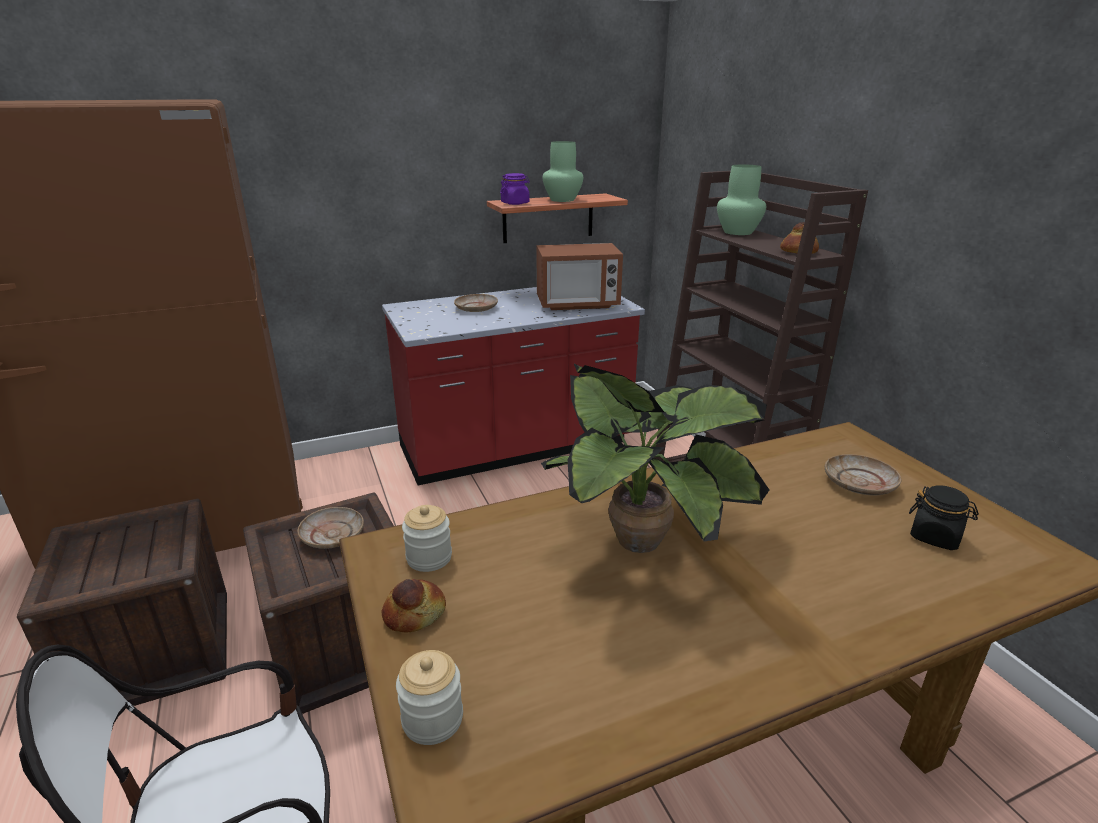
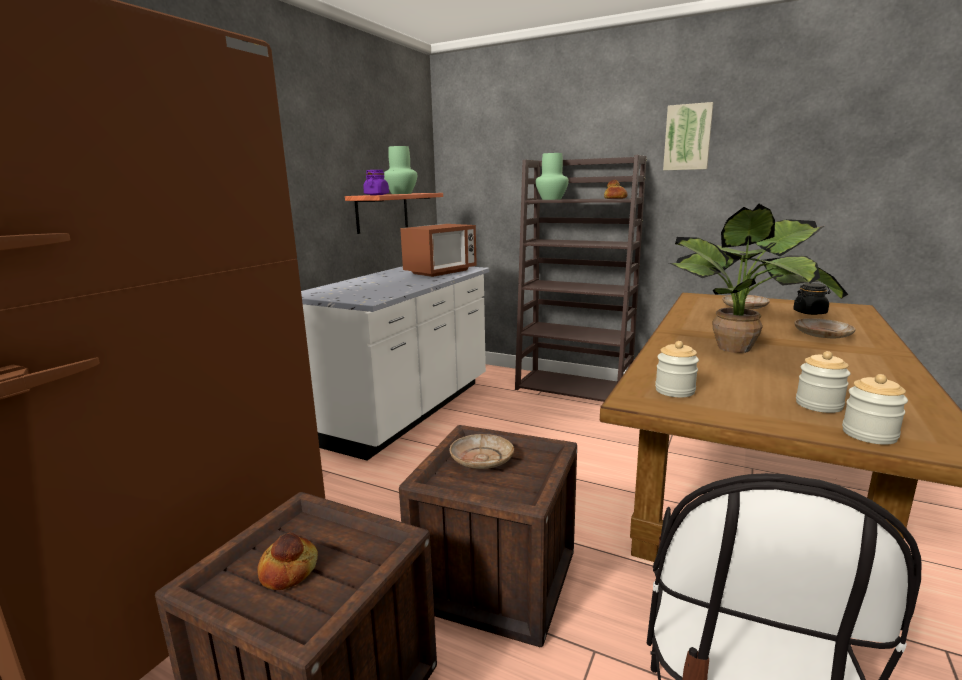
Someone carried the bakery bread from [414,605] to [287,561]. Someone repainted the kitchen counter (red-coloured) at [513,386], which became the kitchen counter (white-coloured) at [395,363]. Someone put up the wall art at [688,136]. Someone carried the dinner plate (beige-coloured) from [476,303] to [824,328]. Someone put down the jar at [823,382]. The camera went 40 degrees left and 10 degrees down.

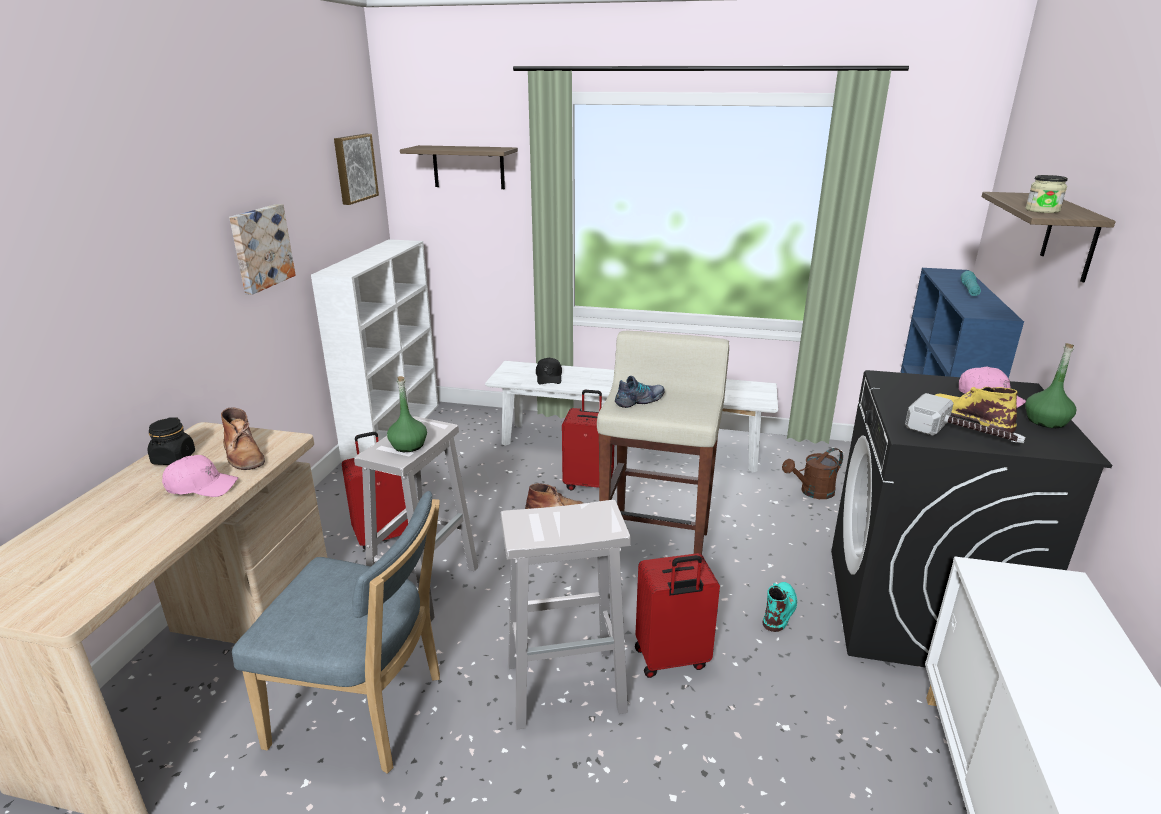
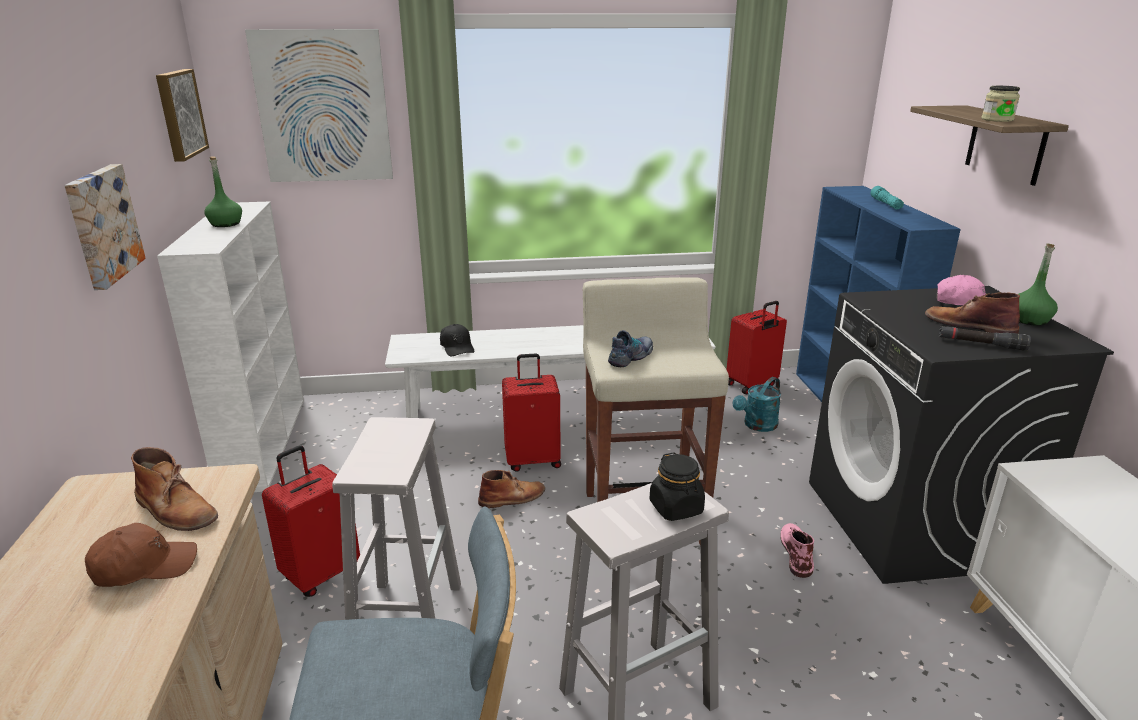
Someone repainted the baseball cap (pinkish) at [200,476], which became the baseball cap (brown) at [141,555]. Someone carried the beverage bottle (green-coloured) from [407,414] to [223,191]. Someone swapped the shelf at [459,167] for the wall art at [319,105]. Someone carried the jar (blackish) from [171,441] to [677,486]. Someone carried the suitcase (red-coloured) from [677,615] to [757,347]. Someone repainted the watering can (brown) at [812,473], which became the watering can (turquoise) at [757,404]. Someone repainted the tall boot (turquoise) at [780,607], which became the tall boot (pinkish) at [797,550]. Someone repainted the tall boot (yellow) at [976,410], which became the tall boot (brown) at [972,313]. Someone swapped the hammer at [965,418] for the torch (blackish) at [985,338]. The camera went 20 degrees left and 0 degrees up.

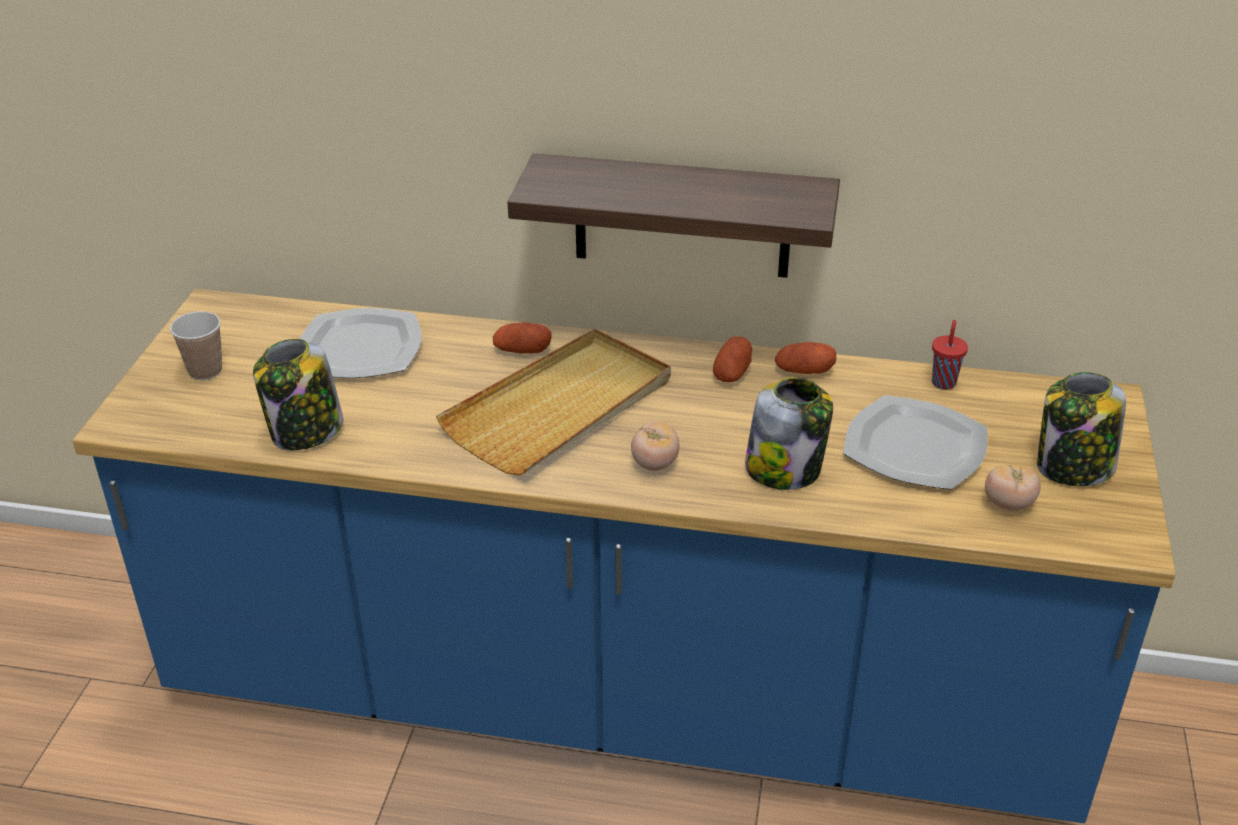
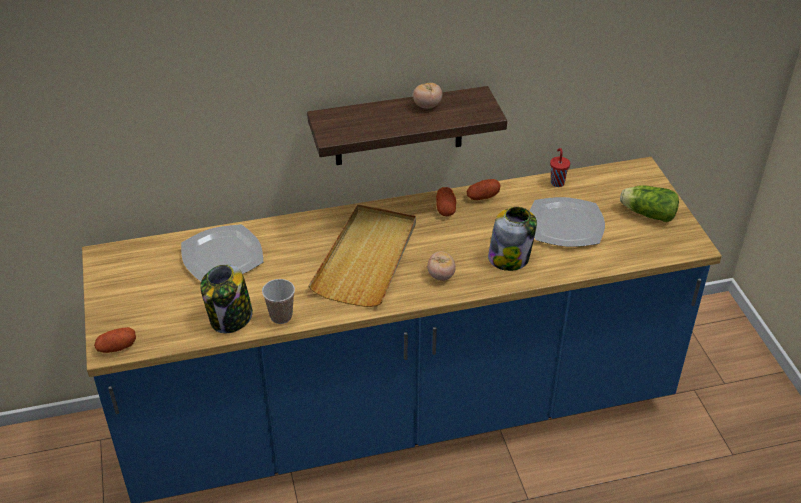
Someone carried the spud from [522,337] to [115,340]. Someone carried the cup from [196,345] to [278,301]. Someone carried the whole tomato from [1013,488] to [427,96]. Someone swapped the jar at [1081,429] for the lettuce head at [649,203]. The camera went 25 degrees left and 5 degrees up.

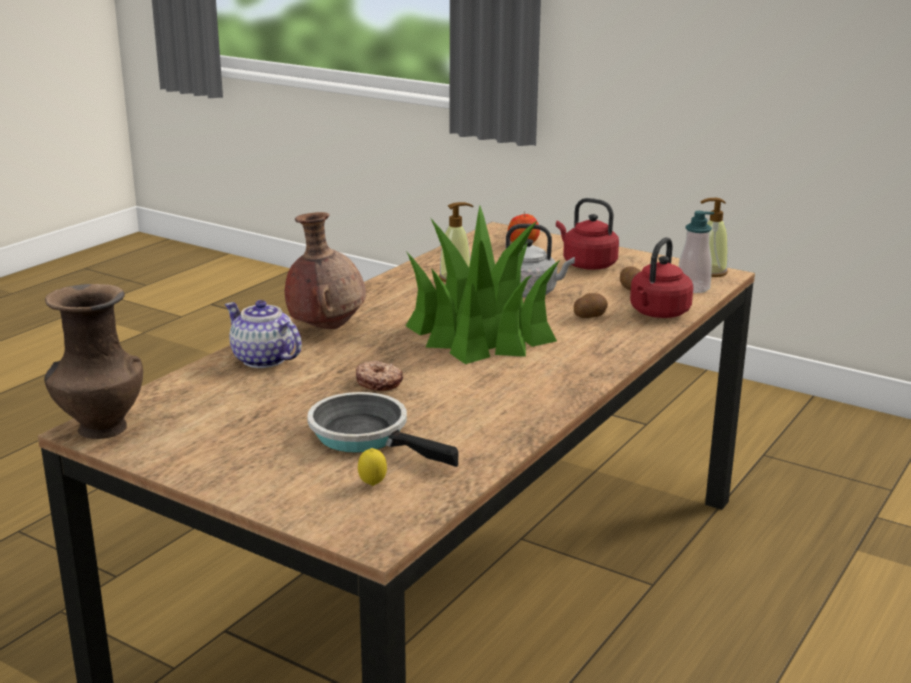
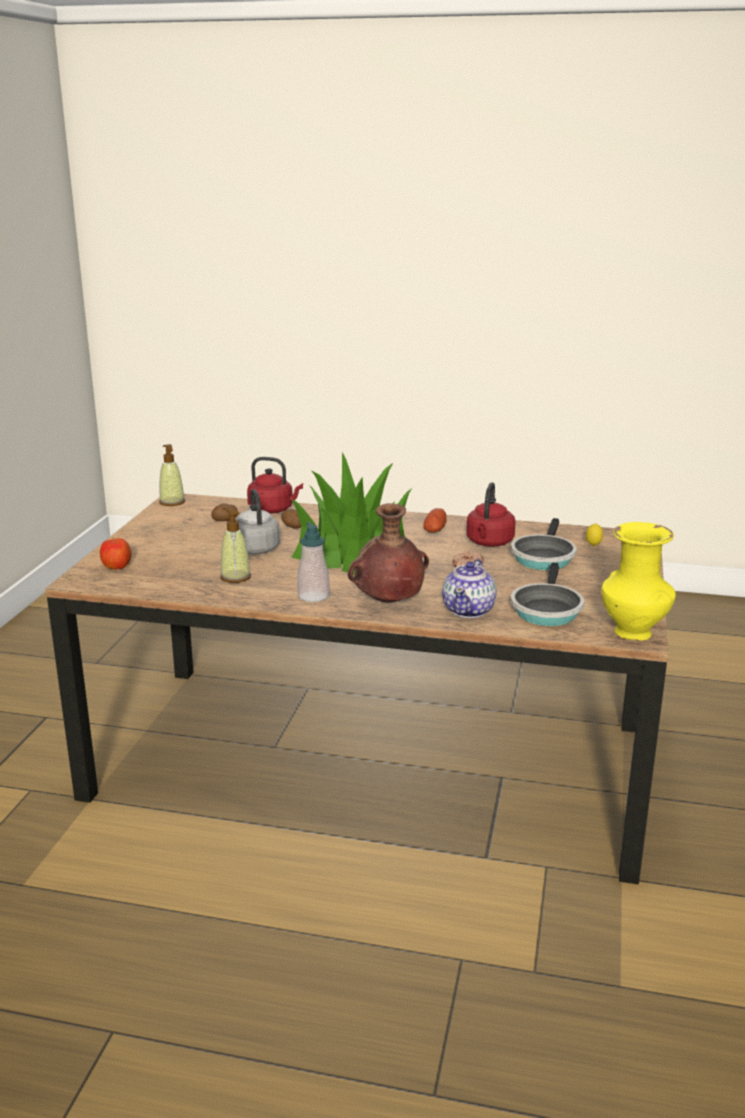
Someone carried the soap bottle from [696,252] to [313,562]. Someone put down the spud at [435,520]. Someone carried the tea kettle (red-coloured) from [587,234] to [490,514]. Someone put down the skillet at [547,594]. Someone repainted the decorative vase (brown) at [93,361], which became the decorative vase (yellow) at [639,581]. The camera went 110 degrees left and 0 degrees up.

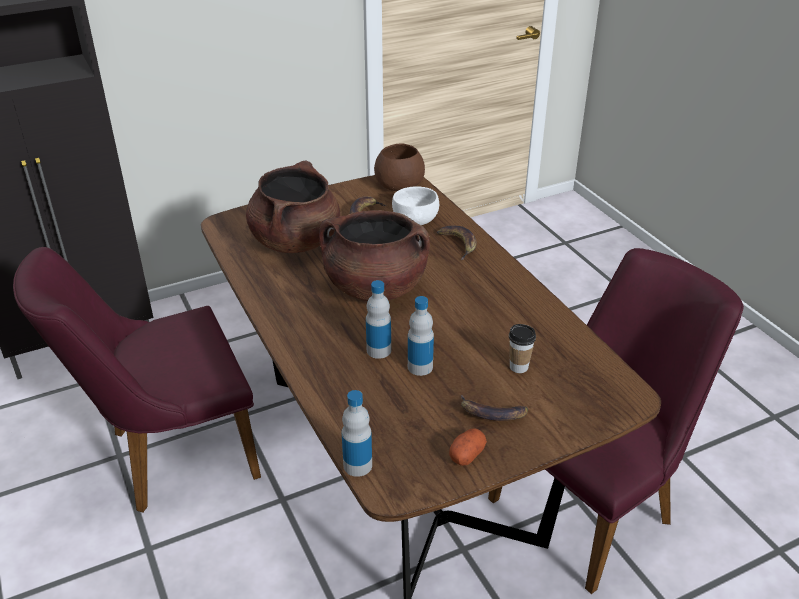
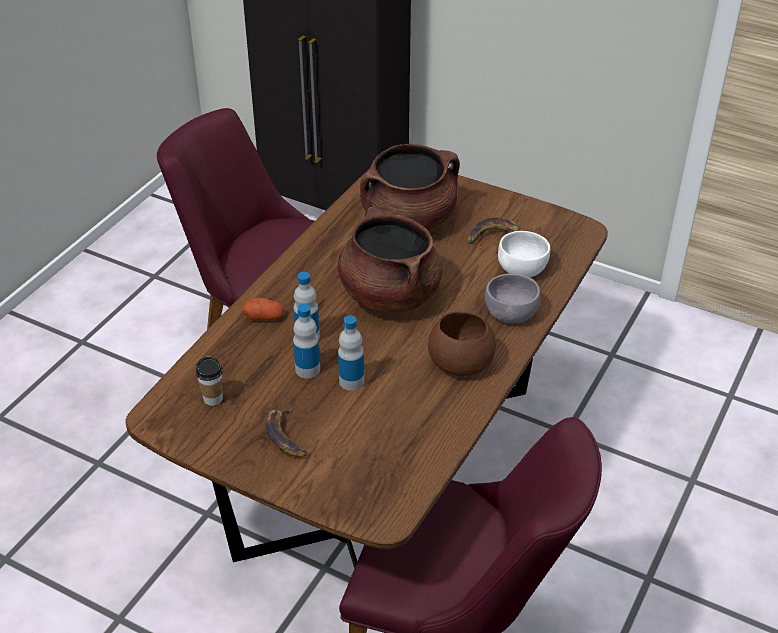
Someone carried the cup from [522,348] to [209,381]. Someone carried the spud from [468,447] to [263,309]. Someone carried the beverage bottle from [357,433] to [351,353]. Someone carried the bowl (brown) from [399,167] to [462,343]. Someone swapped the banana fruit at [457,242] for the bowl (gray) at [513,298]. The camera went 55 degrees right and 5 degrees up.

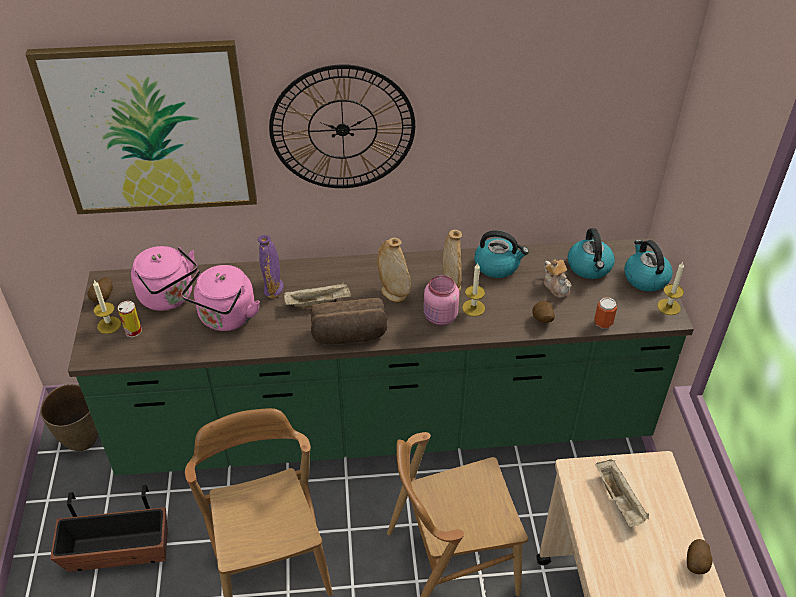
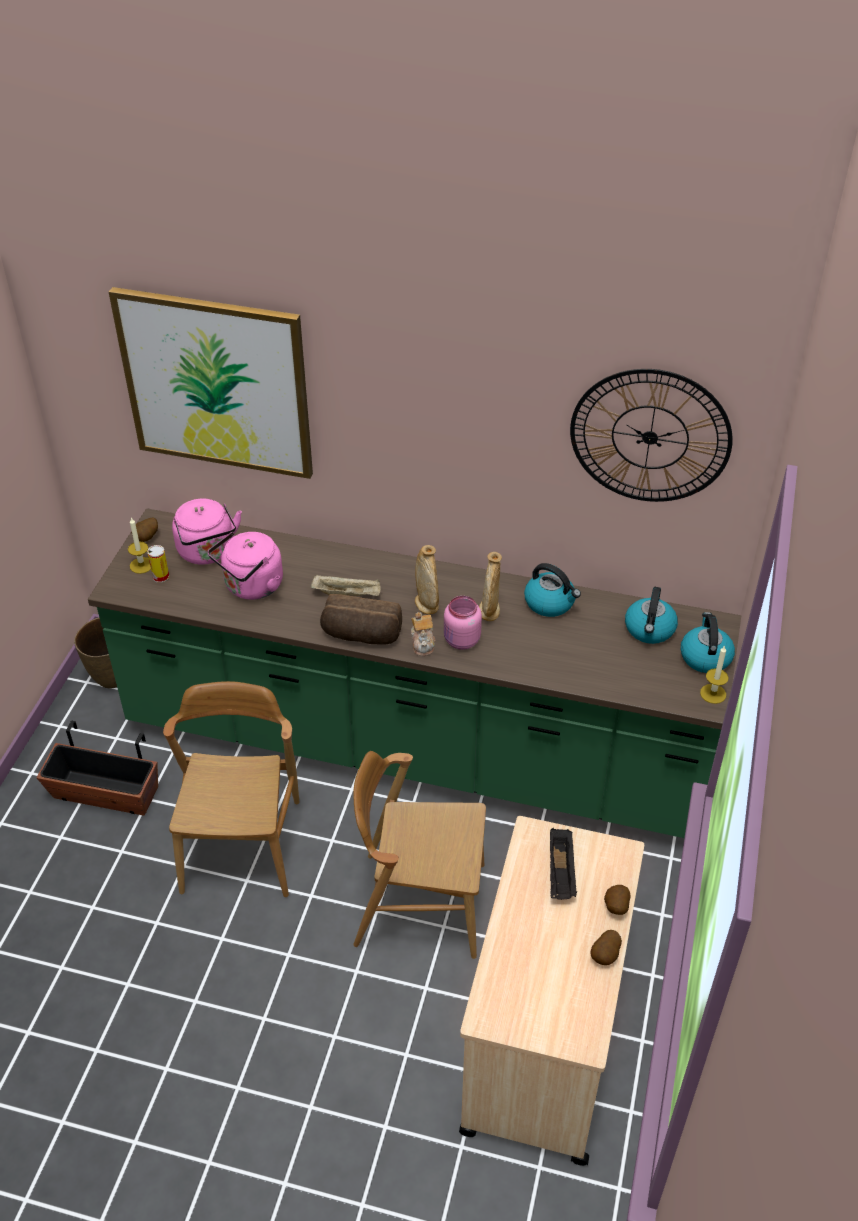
Someone carried the pot for tea from [558,278] to [423,634]. Someone repainted the serving tray (beige-coloured) at [622,493], which became the serving tray (blackish) at [563,864]. Someone carried the hanging clock from [342,126] to [651,435]. Someone carried the spud from [543,312] to [617,900]. Someone took away the decorative vase (purplish) at [271,266]. Someone took away the wax light at [473,289]. Someone took away the metal can at [605,313]. The camera went 20 degrees right and 0 degrees up.

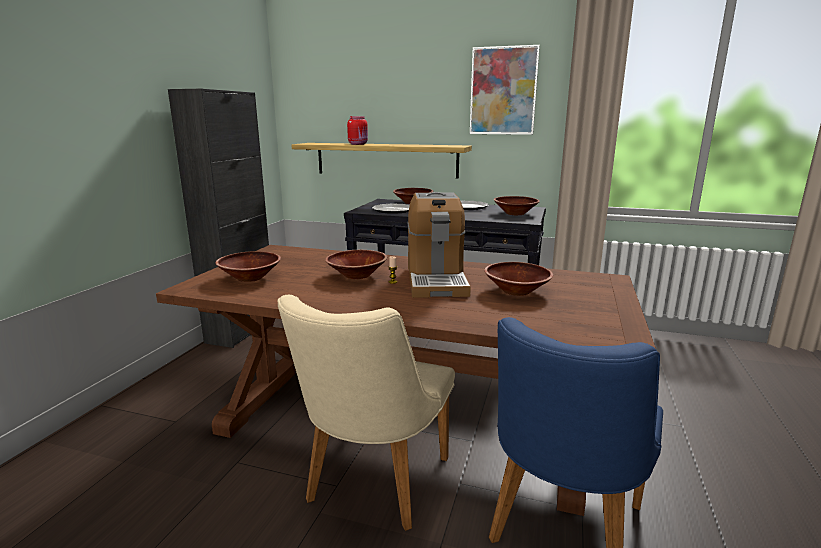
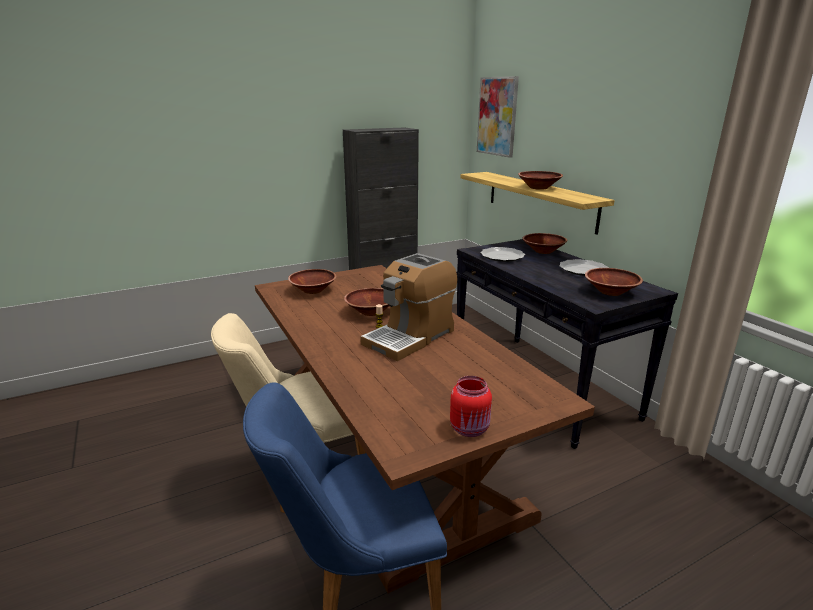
Someone carried the jar (red-coloured) from [357,130] to [471,406]. Someone carried the wall art from [505,90] to [498,117]. Someone carried the bowl (brown) from [518,279] to [540,180]. The camera went 45 degrees right and 5 degrees up.

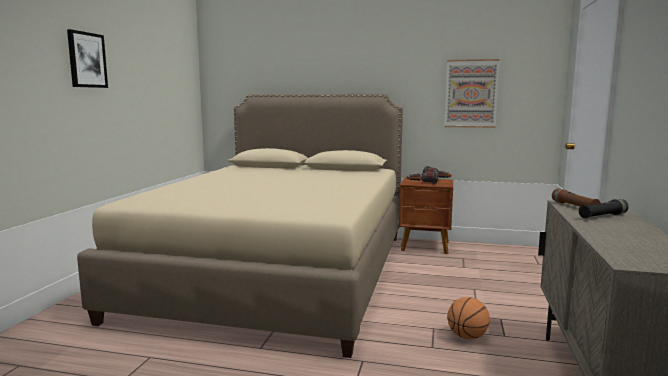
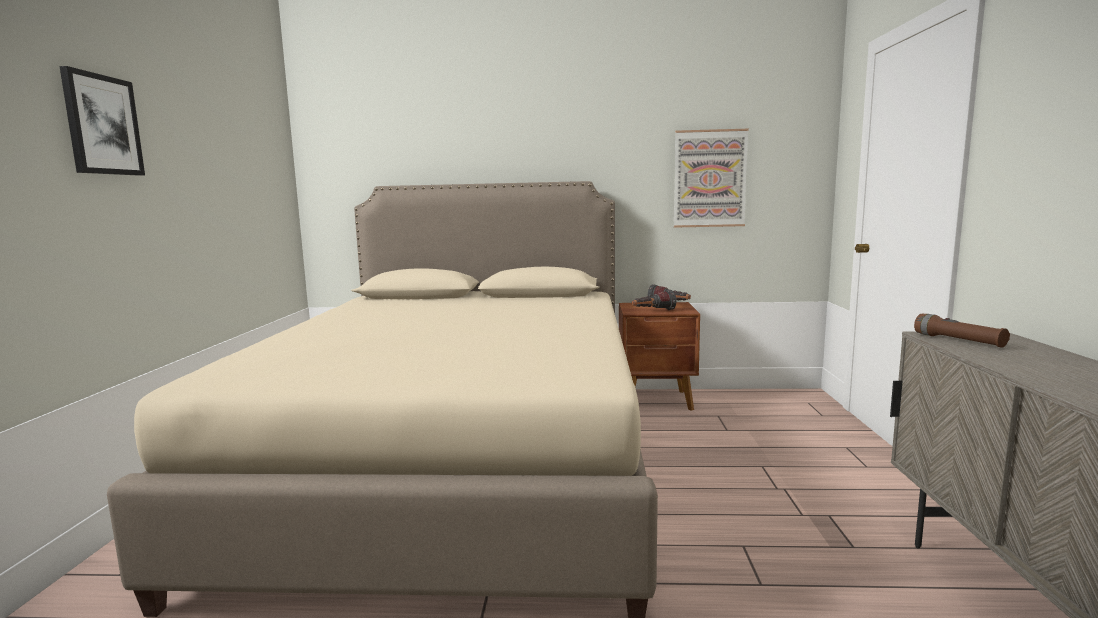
Someone took away the basketball ball at [468,318]. Someone took away the torch (blackish) at [604,208]. The camera went 10 degrees left and 0 degrees up.

